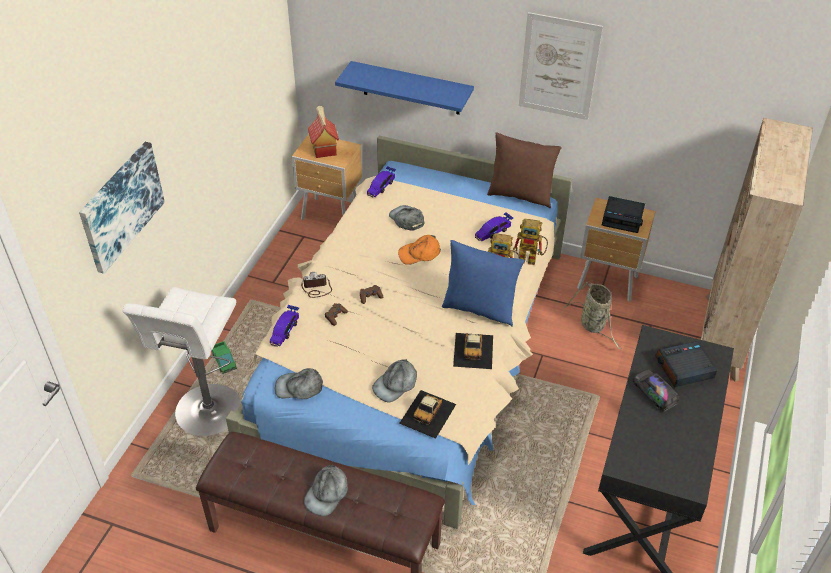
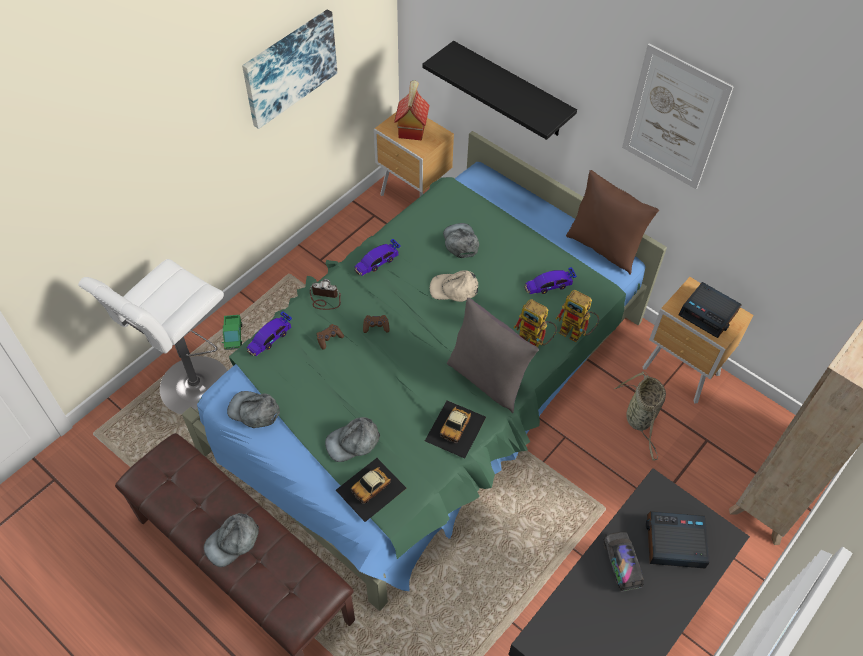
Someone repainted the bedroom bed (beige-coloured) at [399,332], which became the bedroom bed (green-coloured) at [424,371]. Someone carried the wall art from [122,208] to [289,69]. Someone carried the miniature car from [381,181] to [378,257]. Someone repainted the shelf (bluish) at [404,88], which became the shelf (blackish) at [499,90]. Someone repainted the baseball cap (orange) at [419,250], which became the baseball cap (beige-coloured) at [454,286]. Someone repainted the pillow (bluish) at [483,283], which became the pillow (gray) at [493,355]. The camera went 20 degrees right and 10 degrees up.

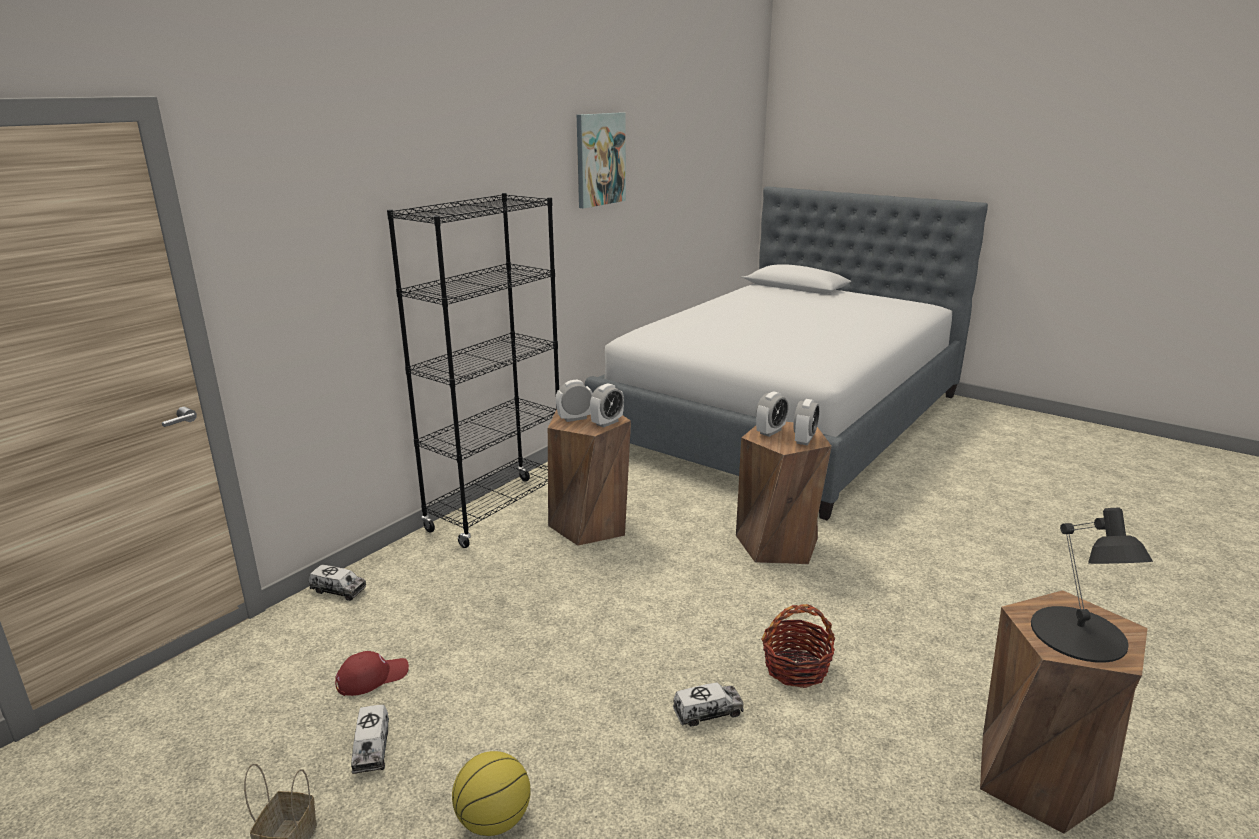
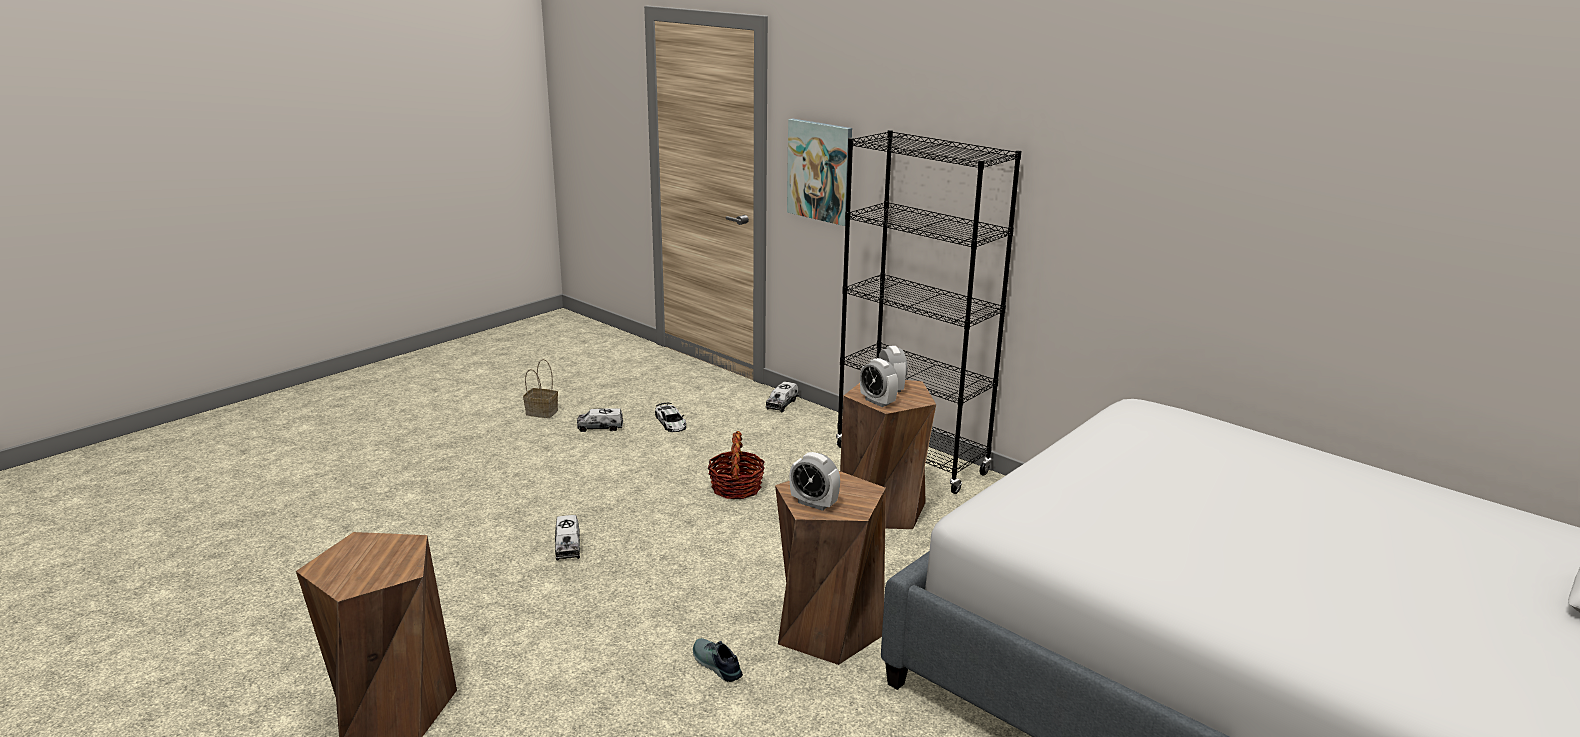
Someone swapped the baseball cap (red-coloured) at [372,673] for the miniature car at [670,417]. Someone put down the shoe at [718,660]. Someone carried the basket from [798,646] to [736,465]. Someone carried the wall art from [601,160] to [819,172]. Someone took away the basketball ball at [491,793]. Someone took away the bedside clock at [772,414]. Someone took away the lamp for a table (blackish) at [1092,585]. The camera went 95 degrees right and 0 degrees up.

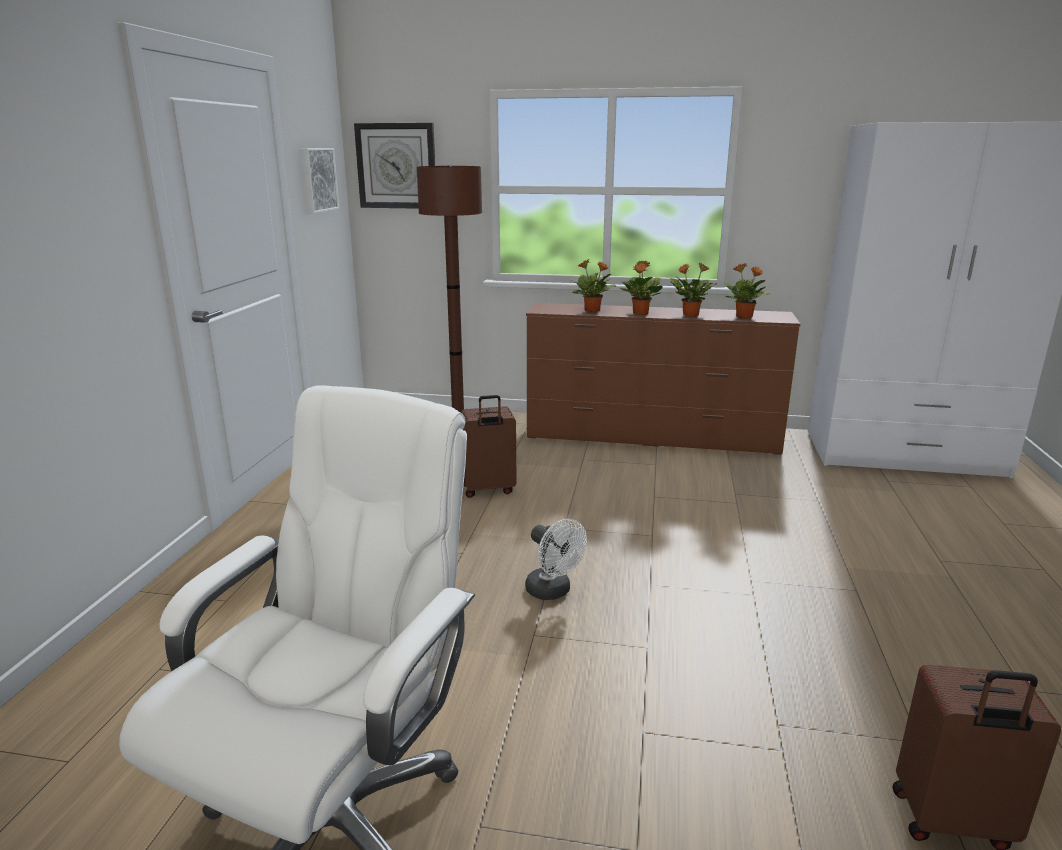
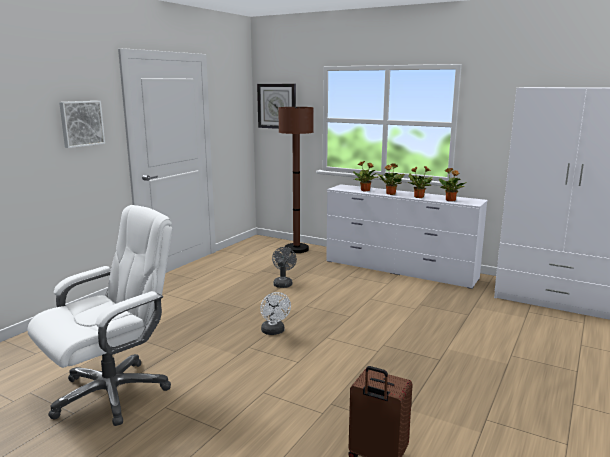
Someone carried the wall art from [319,181] to [82,124]. Someone swapped the suitcase (brown) at [488,446] for the cooling fan (gray) at [284,267]. Someone repainted the dresser (brown) at [663,379], which became the dresser (white-coloured) at [407,236]. The camera went 20 degrees right and 5 degrees down.

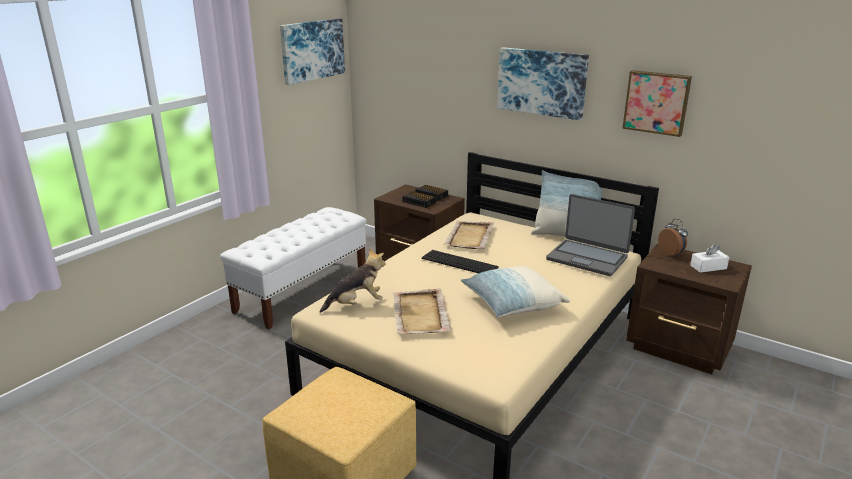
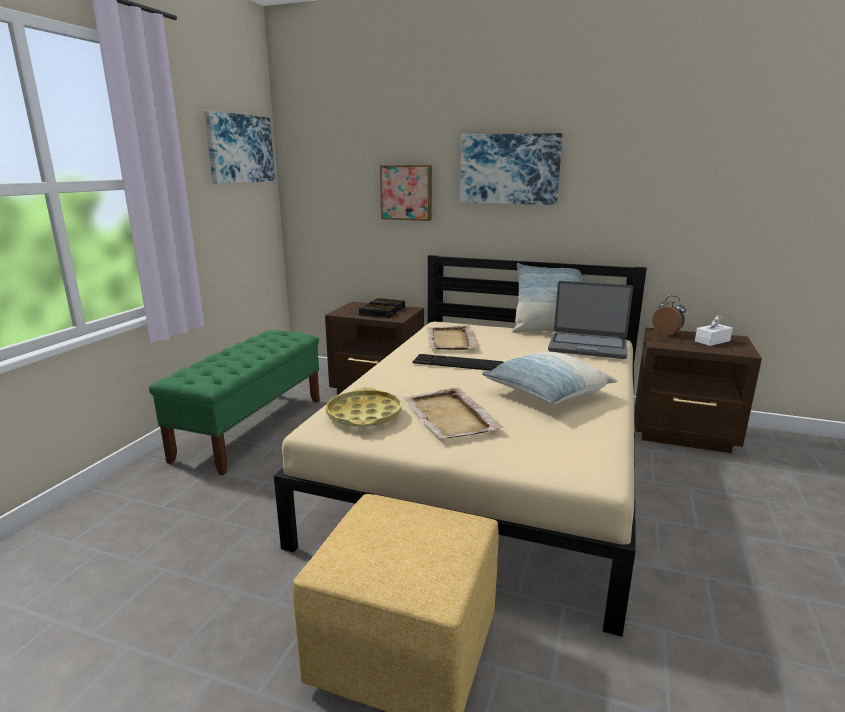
Someone repainted the bench (white-coloured) at [293,268], which became the bench (green-coloured) at [234,402]. Someone swapped the soft toy at [353,280] for the serving tray (yellow) at [364,406]. Someone carried the wall art from [657,103] to [406,193]. The camera went 15 degrees left and 5 degrees down.

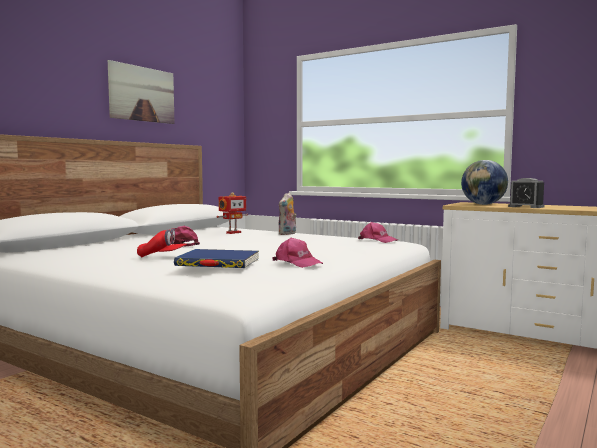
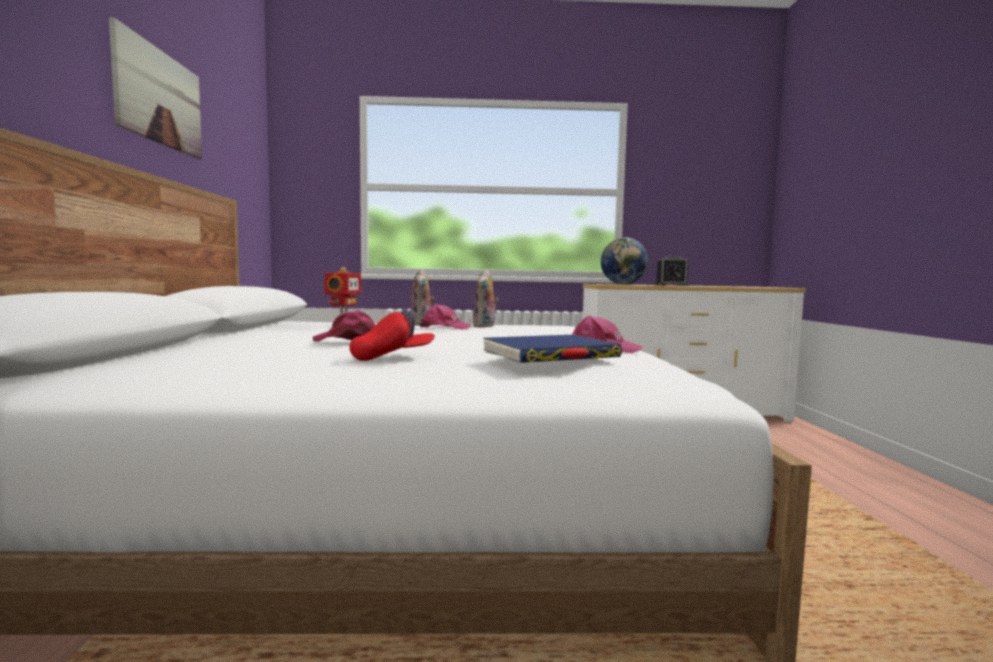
Someone carried the baseball cap (pinkish) from [378,232] to [446,317]. Someone put down the soft toy at [485,298]. The camera went 35 degrees left and 0 degrees up.

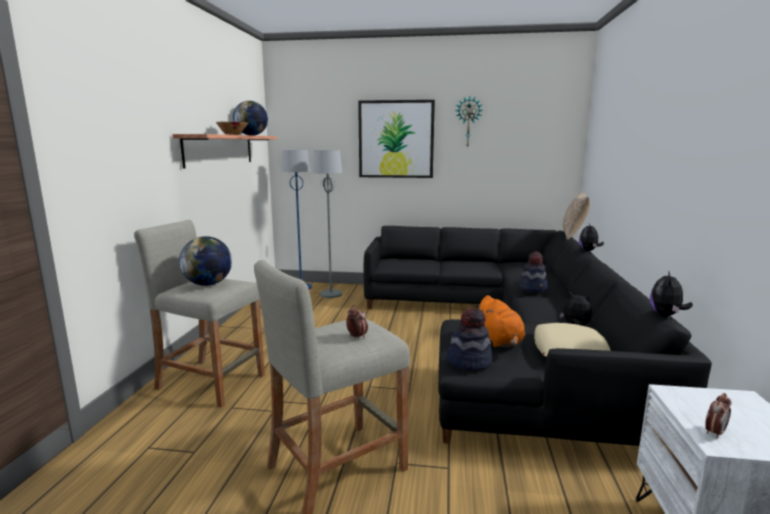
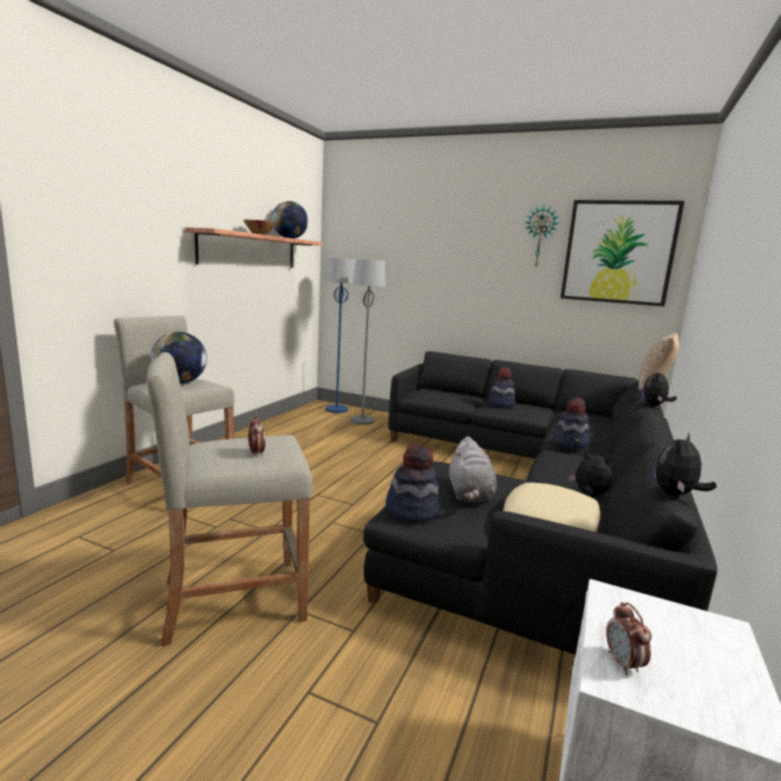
Someone repainted the soft toy (orange) at [499,321], which became the soft toy (gray) at [473,469]. Someone put down the hat at [501,387]. Someone carried the wall art from [396,139] to [622,253]. Someone rotated the bedside clock at [718,416] by 105 degrees clockwise. The camera went 15 degrees right and 0 degrees up.

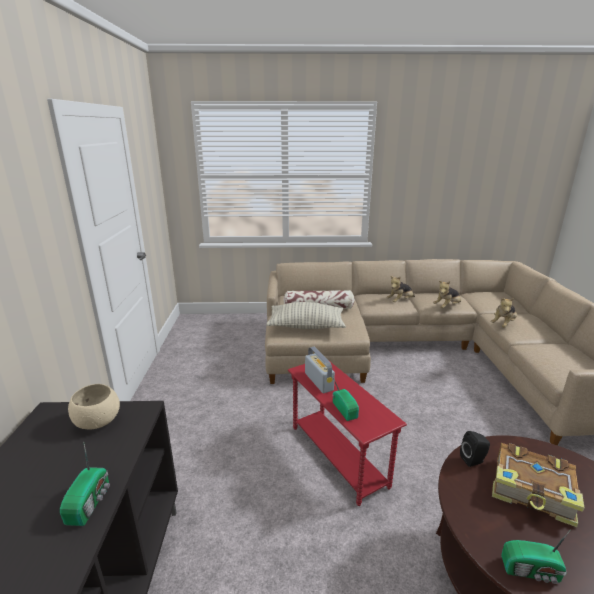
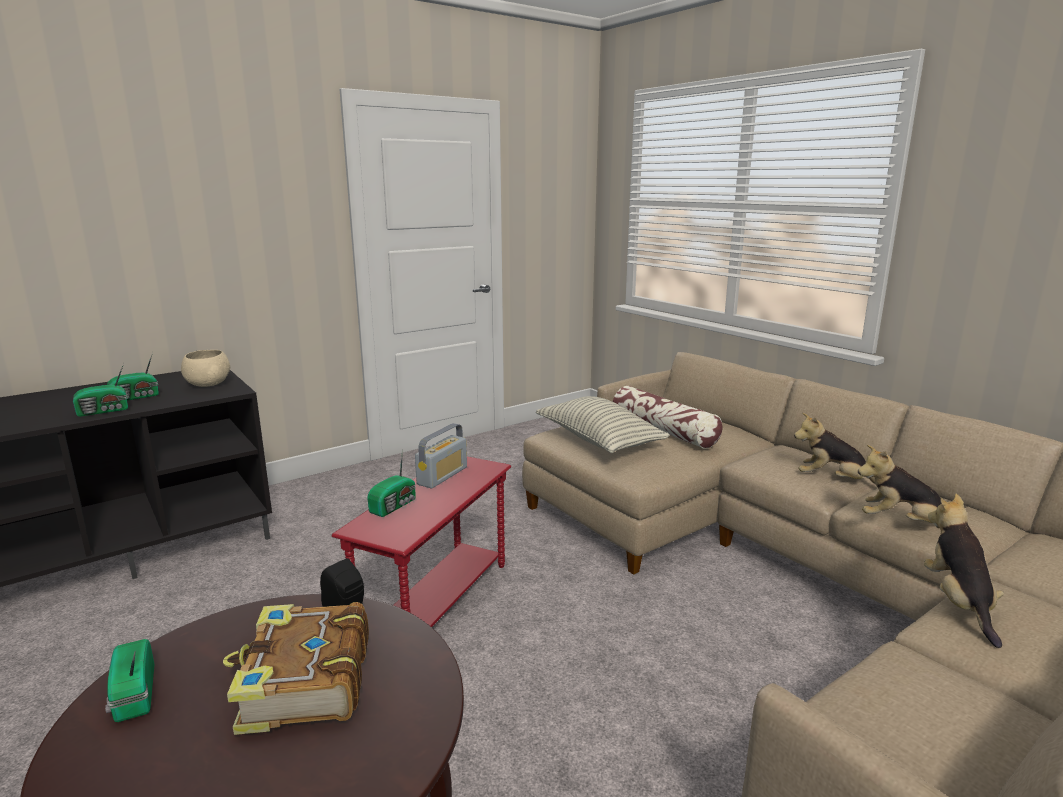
Someone put down the radio set at [133,376]. Someone rotated the soft toy at [504,313] by 90 degrees clockwise. The camera went 55 degrees right and 5 degrees down.

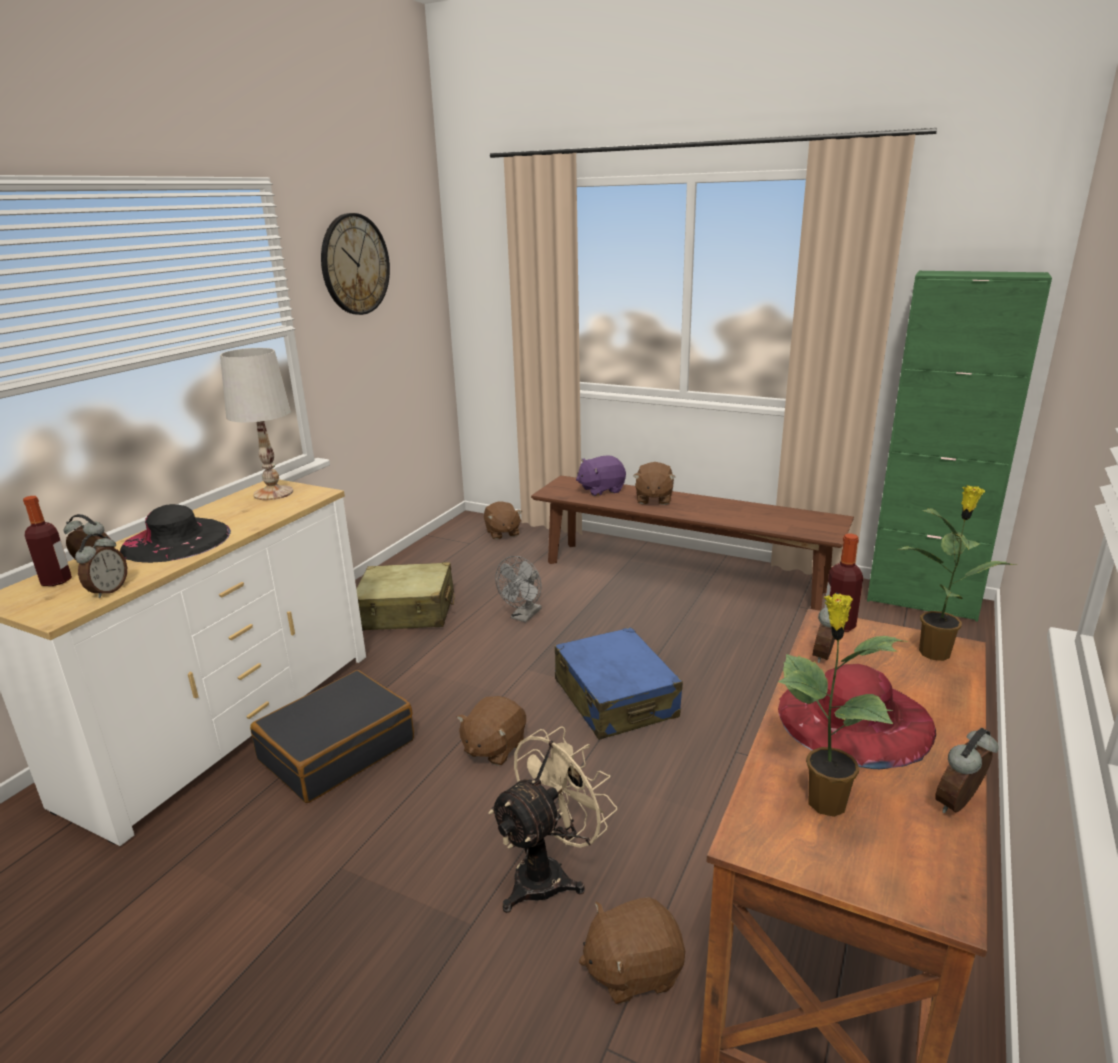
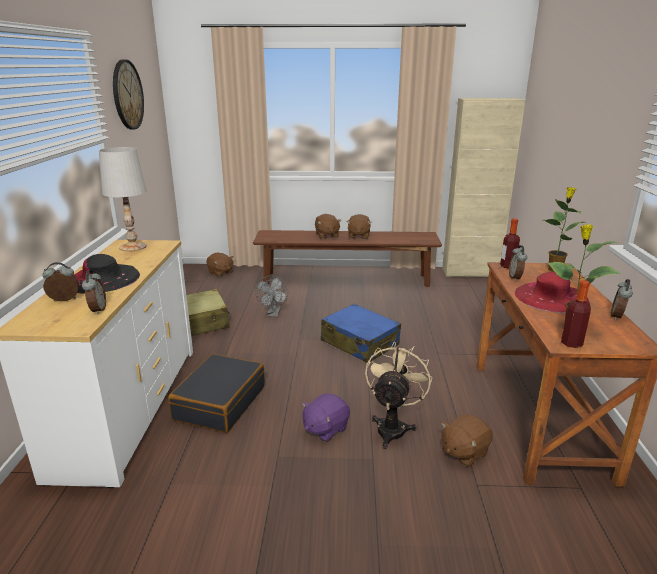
Someone carried the soft toy (purplish) from [601,476] to [326,417]. Someone carried the soft toy (brown) from [491,731] to [359,226]. Someone repainted the cabinet (green-coloured) at [959,446], which became the cabinet (beige-coloured) at [483,187]. Someone carried the beverage bottle from [47,541] to [576,314]. The camera went 25 degrees left and 0 degrees up.

